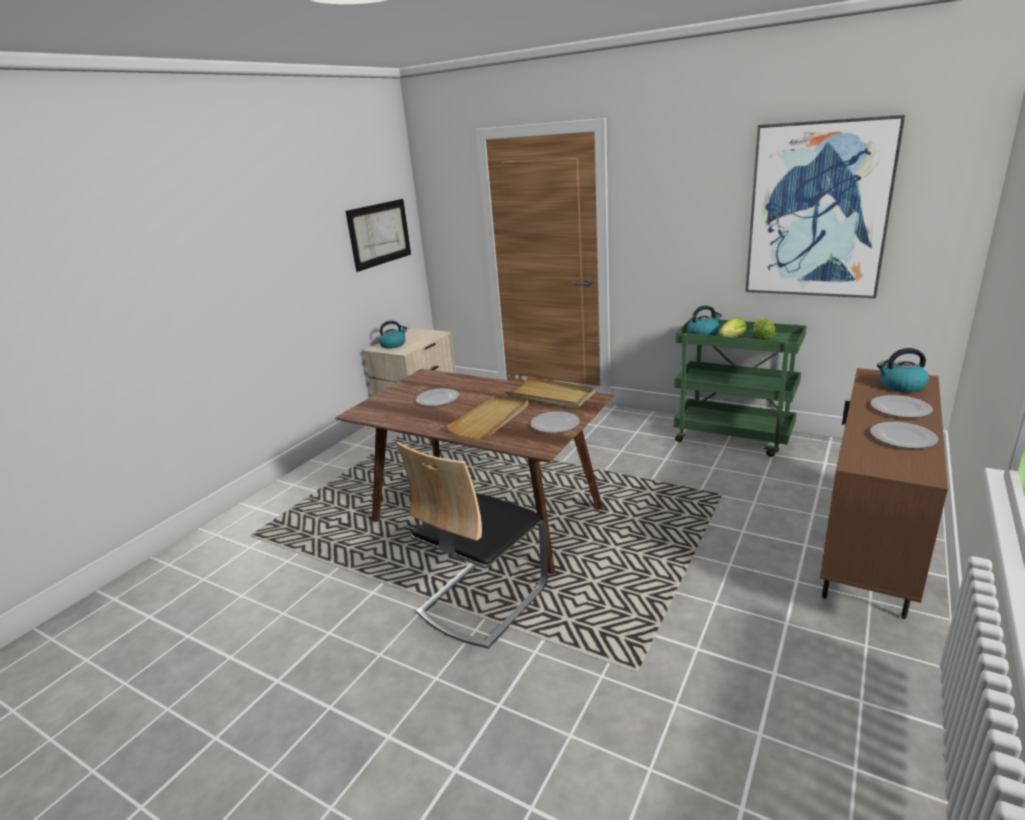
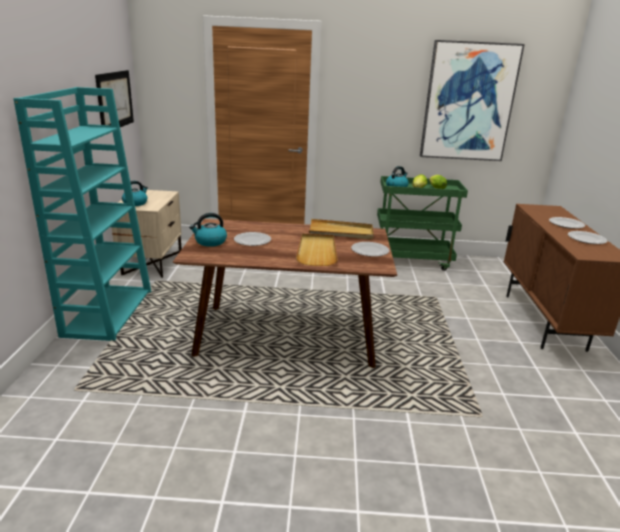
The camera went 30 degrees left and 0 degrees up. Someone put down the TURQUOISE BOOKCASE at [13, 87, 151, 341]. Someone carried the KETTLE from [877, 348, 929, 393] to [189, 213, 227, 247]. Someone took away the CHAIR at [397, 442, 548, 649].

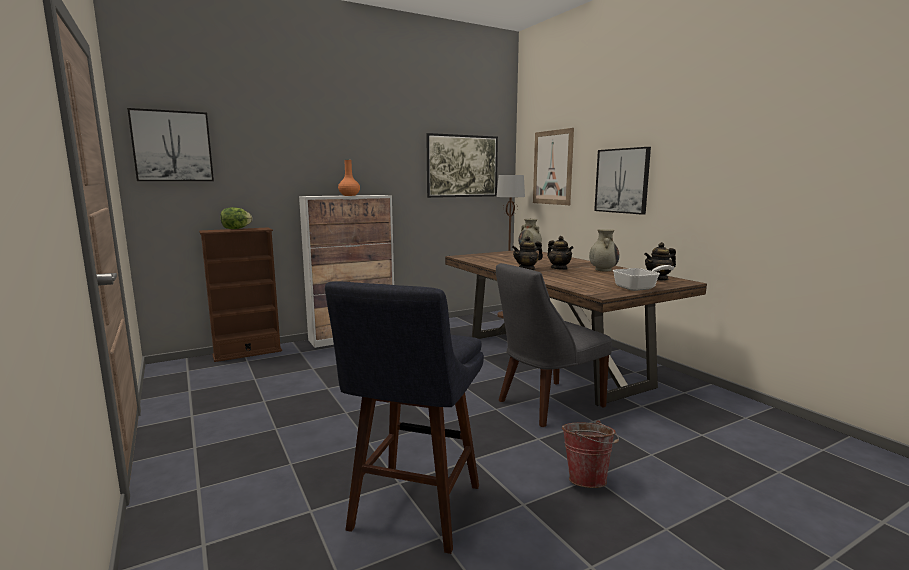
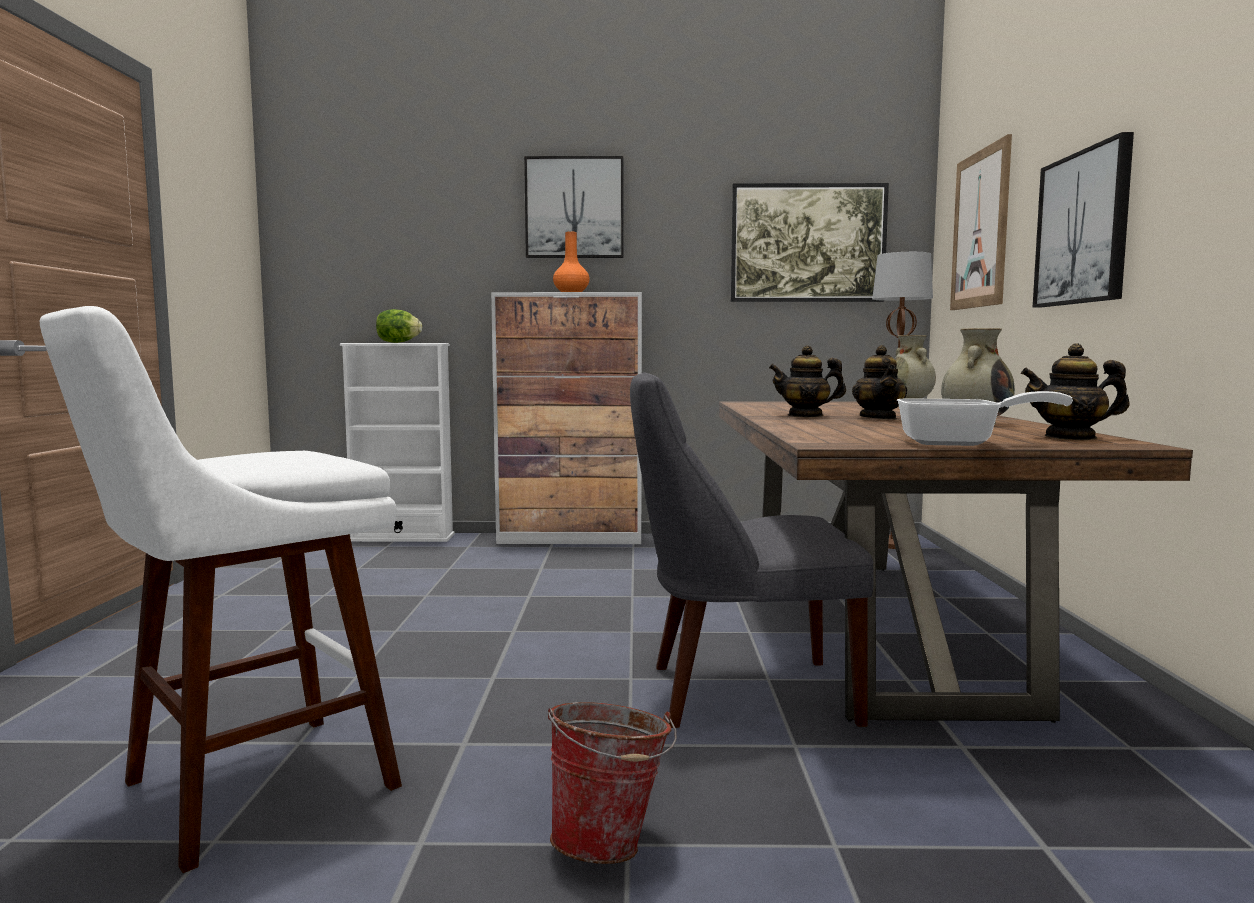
The camera went 30 degrees right and 5 degrees down. Someone repainted the BLUE STOOL at [325, 281, 484, 554], which became the WHITE STOOL at [40, 306, 402, 873]. Someone repainted the BROWN BOOKCASE at [199, 227, 282, 362], which became the WHITE BOOKCASE at [340, 343, 455, 542]. Someone carried the PICTURE from [127, 108, 214, 181] to [524, 156, 623, 258].

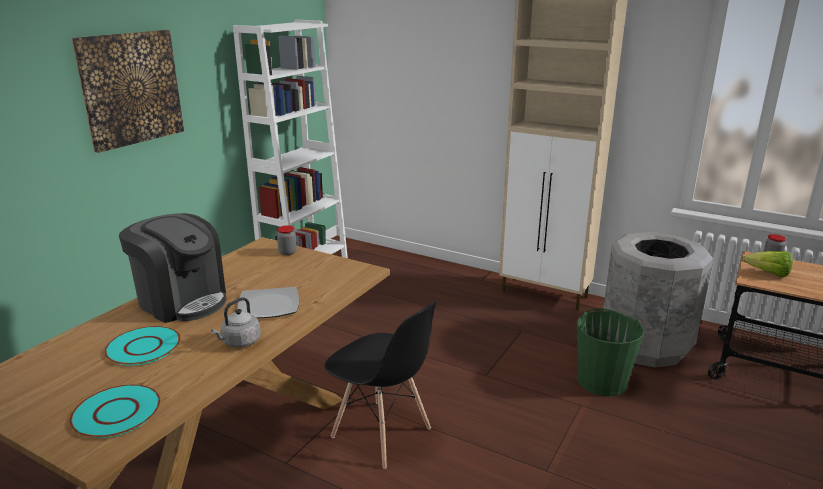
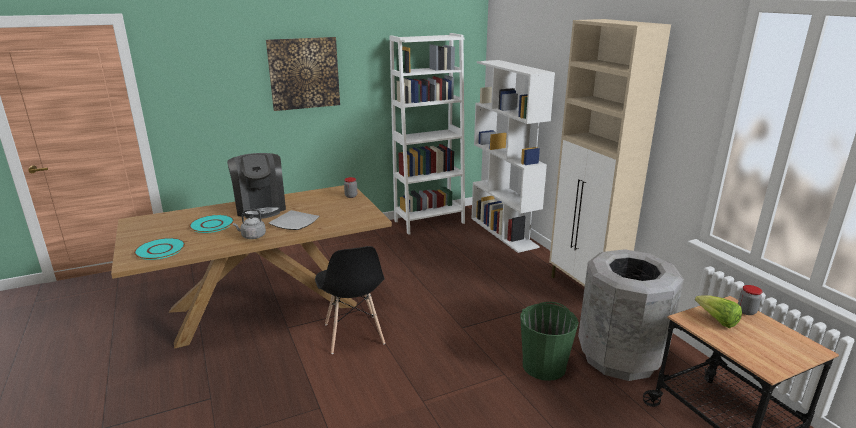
The camera went 35 degrees right and 0 degrees up. Someone put down the WHITE BOOKCASE at [471, 60, 555, 253].

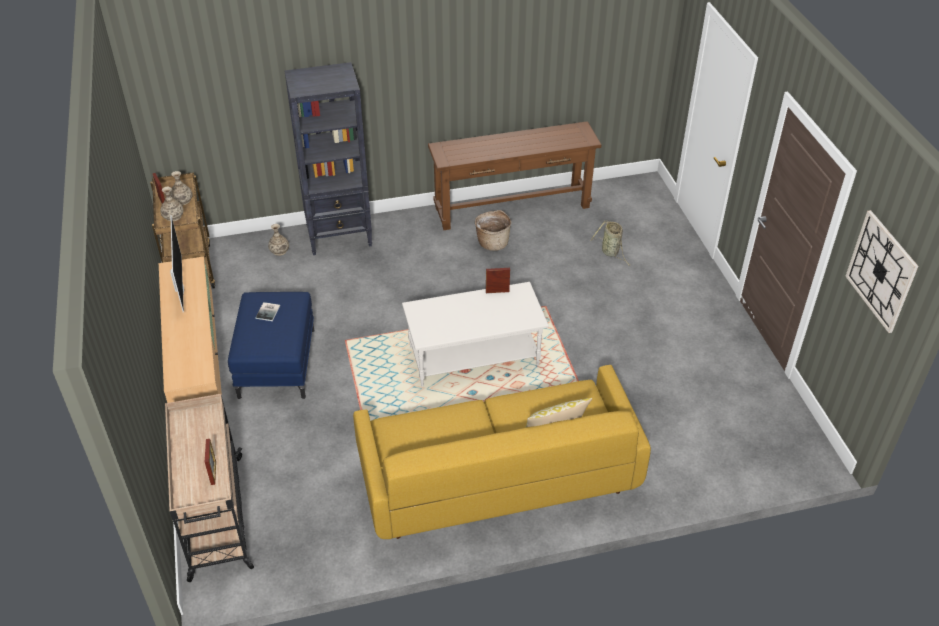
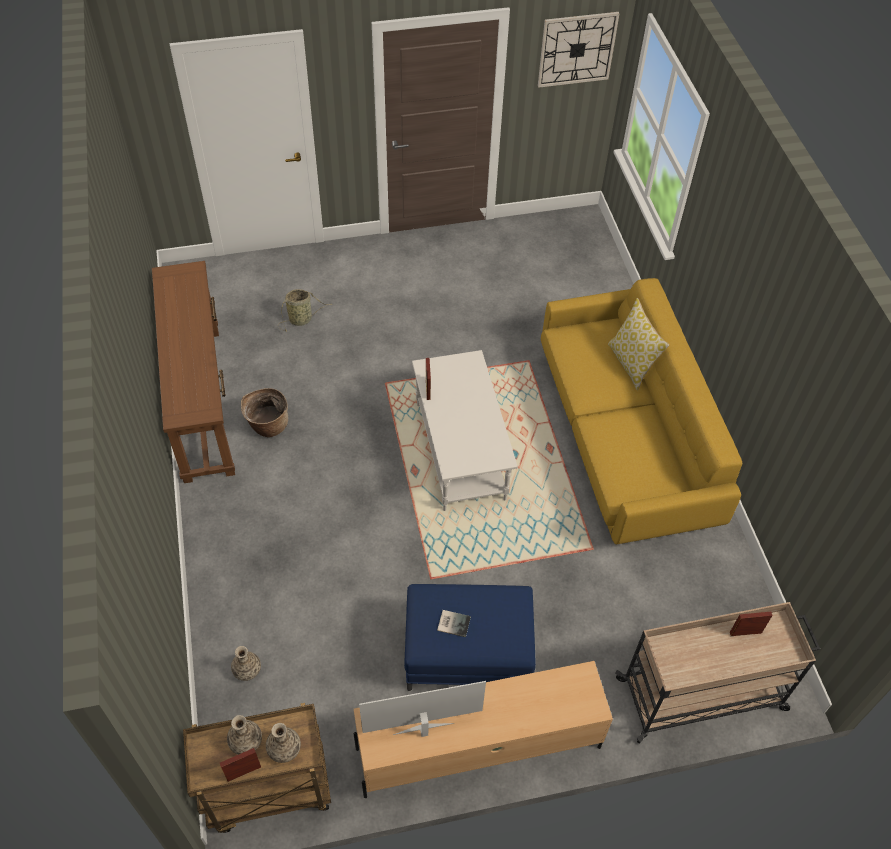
The camera went 90 degrees left and 10 degrees up. Someone took away the BLACK BOOKCASE at [284, 62, 372, 255].

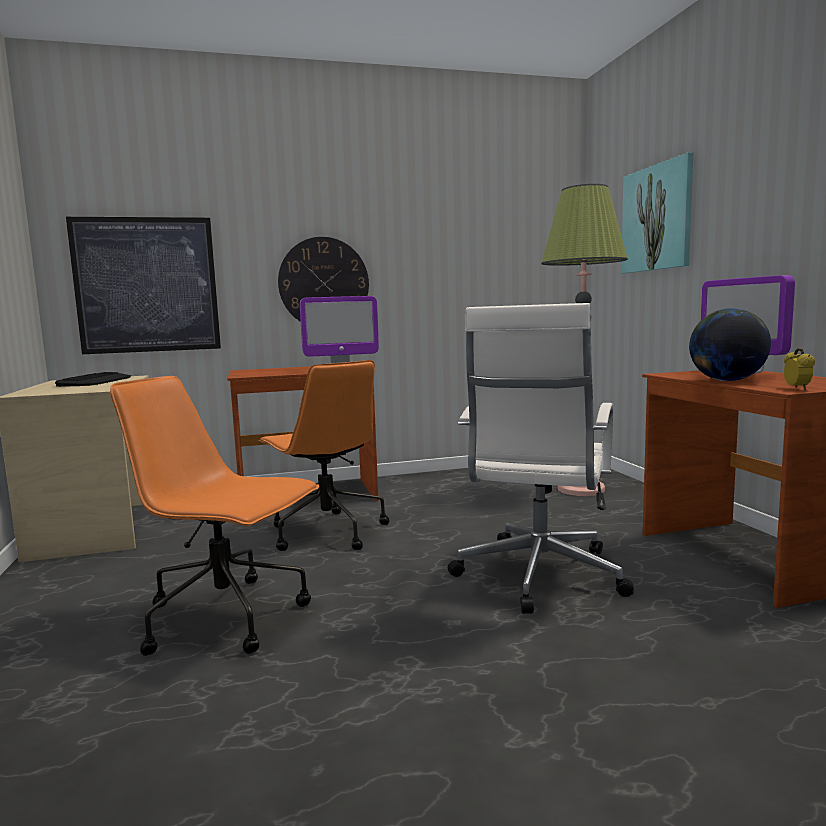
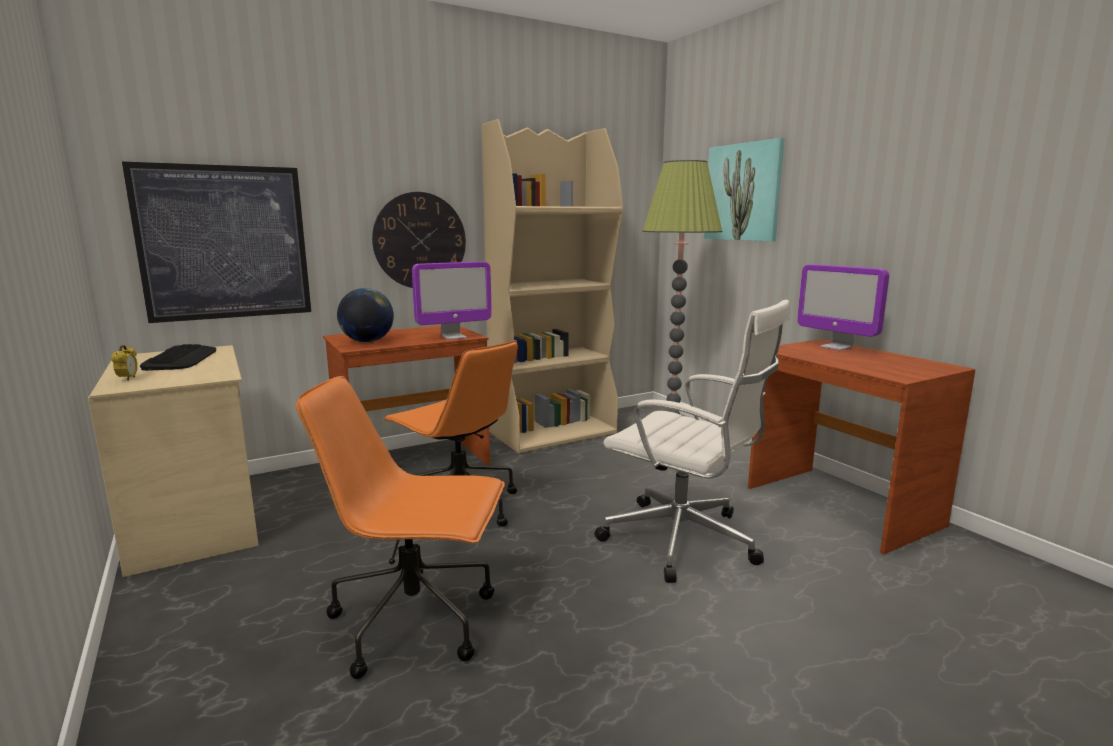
The camera went 15 degrees left and 5 degrees up. Someone carried the ALARM CLOCK from [784, 348, 815, 390] to [111, 345, 138, 381]. Someone carried the GLOBE from [689, 308, 771, 381] to [337, 288, 394, 342]. Someone put down the BEIGE BOOKCASE at [482, 119, 623, 453]. Someone rotated the WHITE OFFICE CHAIR at [448, 303, 634, 614] by 60 degrees counterclockwise.

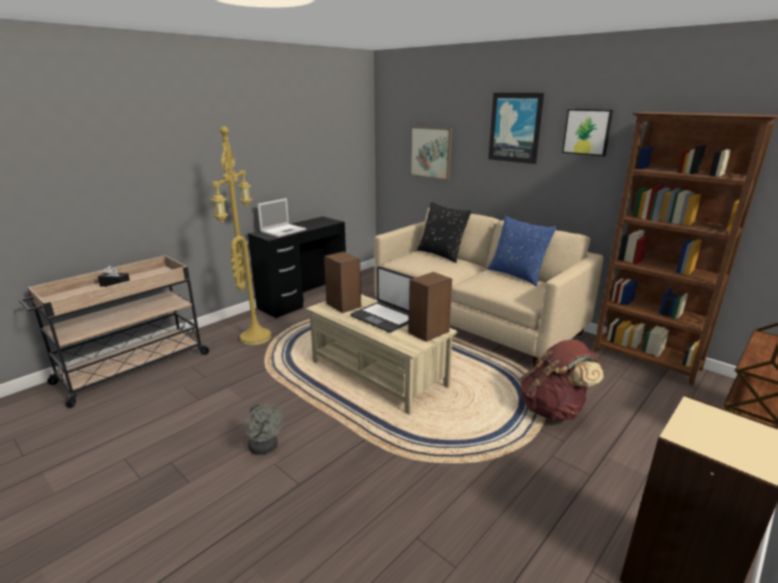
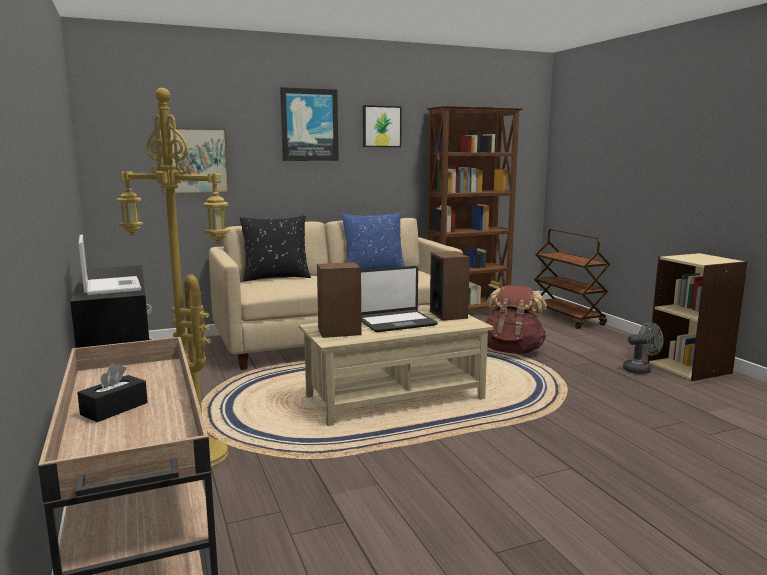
The camera went 65 degrees left and 10 degrees down. Someone carried the GREY FAN from [245, 404, 284, 455] to [623, 322, 663, 374].

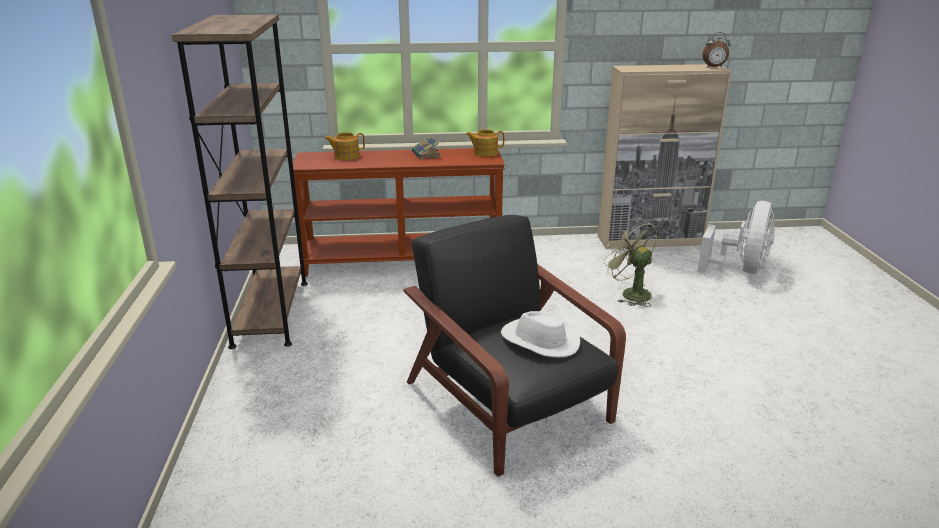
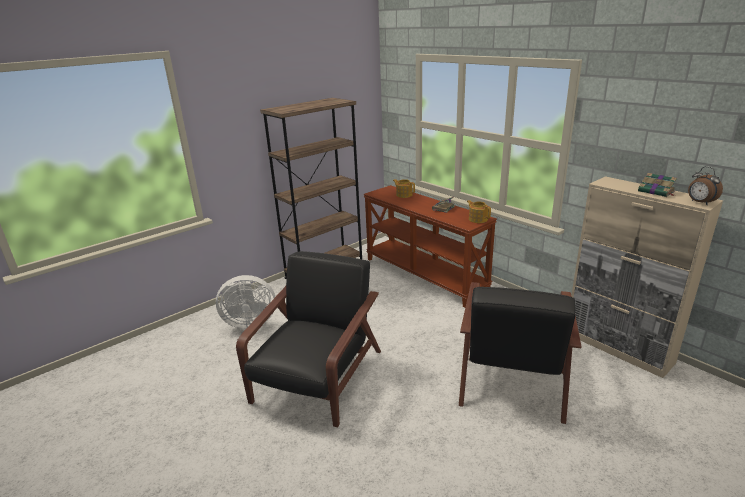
The camera went 55 degrees right and 0 degrees up. Someone carried the WHITE FAN from [697, 201, 775, 274] to [216, 275, 275, 329]. Someone swapped the GREEN FAN at [603, 220, 657, 307] for the BLACK ARMCHAIR at [459, 282, 581, 424]. Someone put down the BOOK at [638, 173, 677, 197]. Someone took away the WHITE HAT at [501, 311, 580, 358].

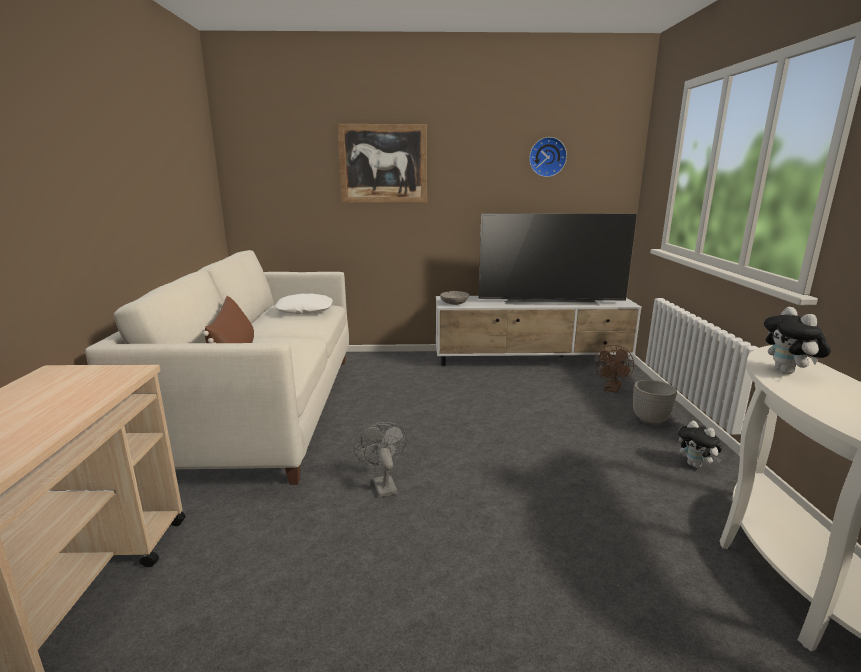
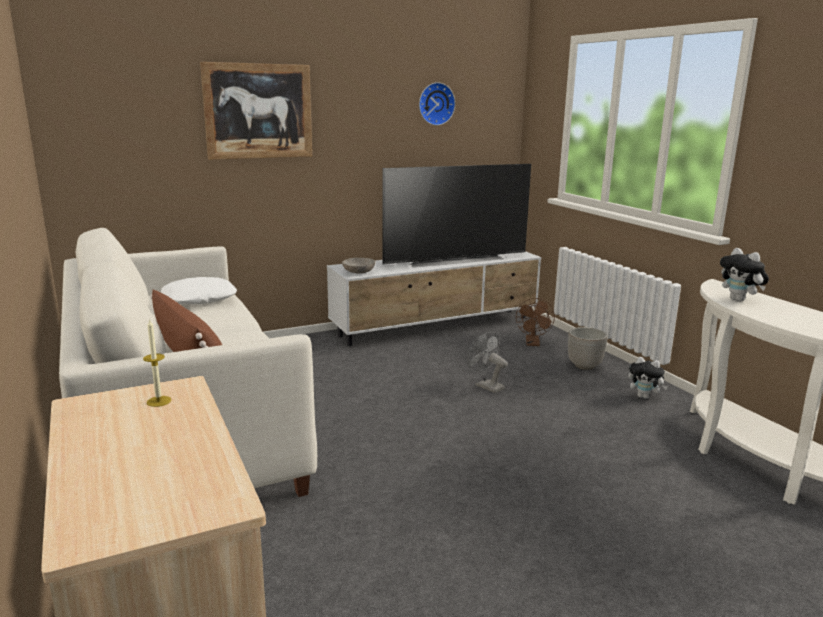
The camera went 25 degrees left and 0 degrees up. Someone put down the CANDLE at [143, 319, 171, 407]. Someone carried the GREY FAN from [354, 422, 407, 497] to [468, 332, 507, 393].

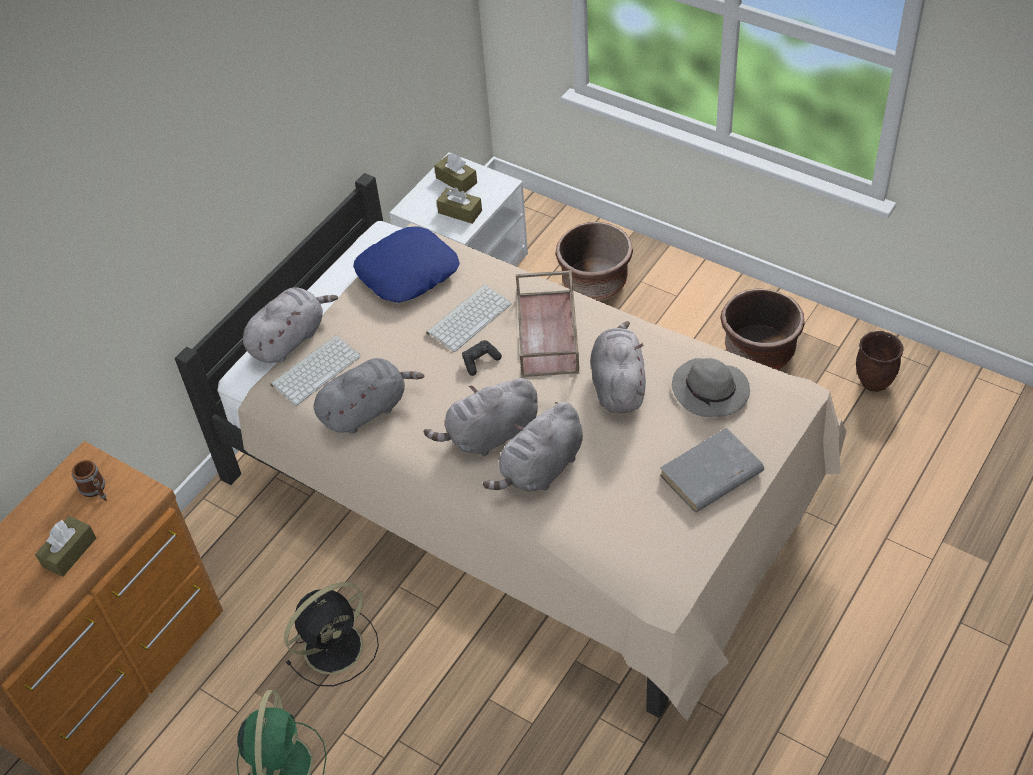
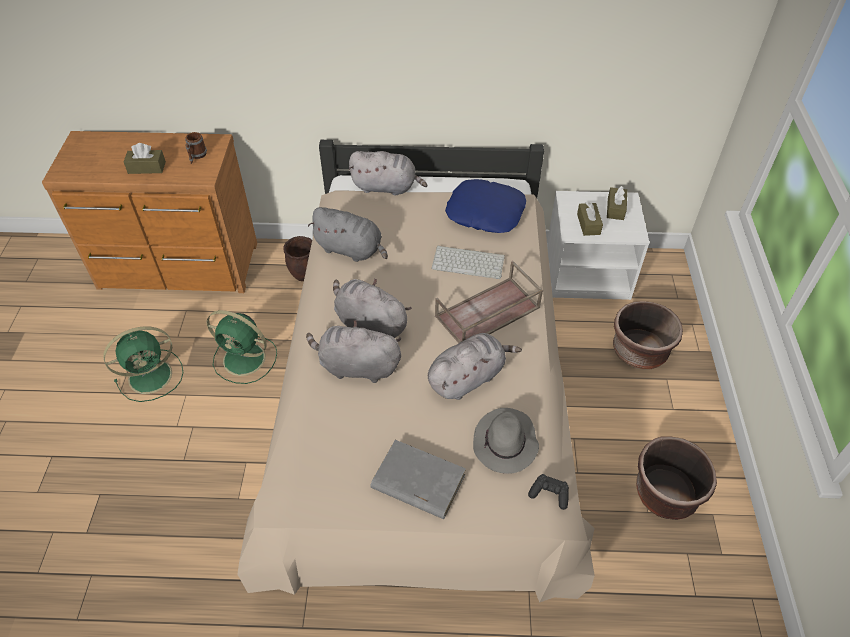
The camera went 55 degrees right and 0 degrees up. Someone repainted the BLACK FAN at [284, 582, 379, 686], which became the GREEN FAN at [207, 310, 277, 384]. Someone carried the BROWN PLANTER from [856, 331, 904, 392] to [284, 236, 312, 281]. Someone carried the BLACK GAME CONTROLLER from [462, 340, 502, 376] to [528, 474, 569, 510]. Someone took away the KEYBOARD at [270, 335, 361, 406].

